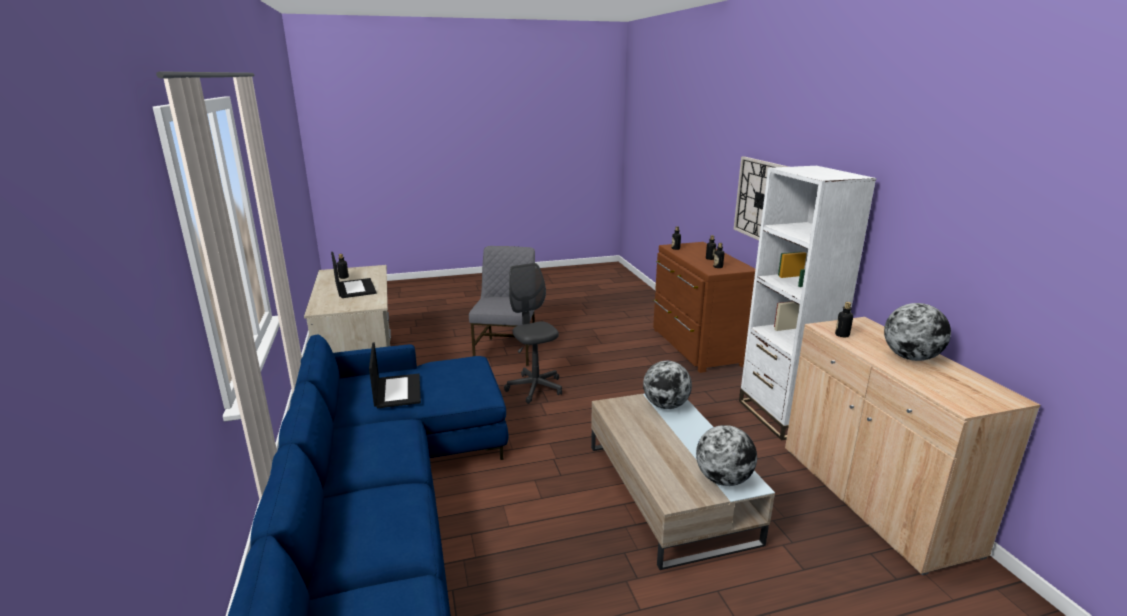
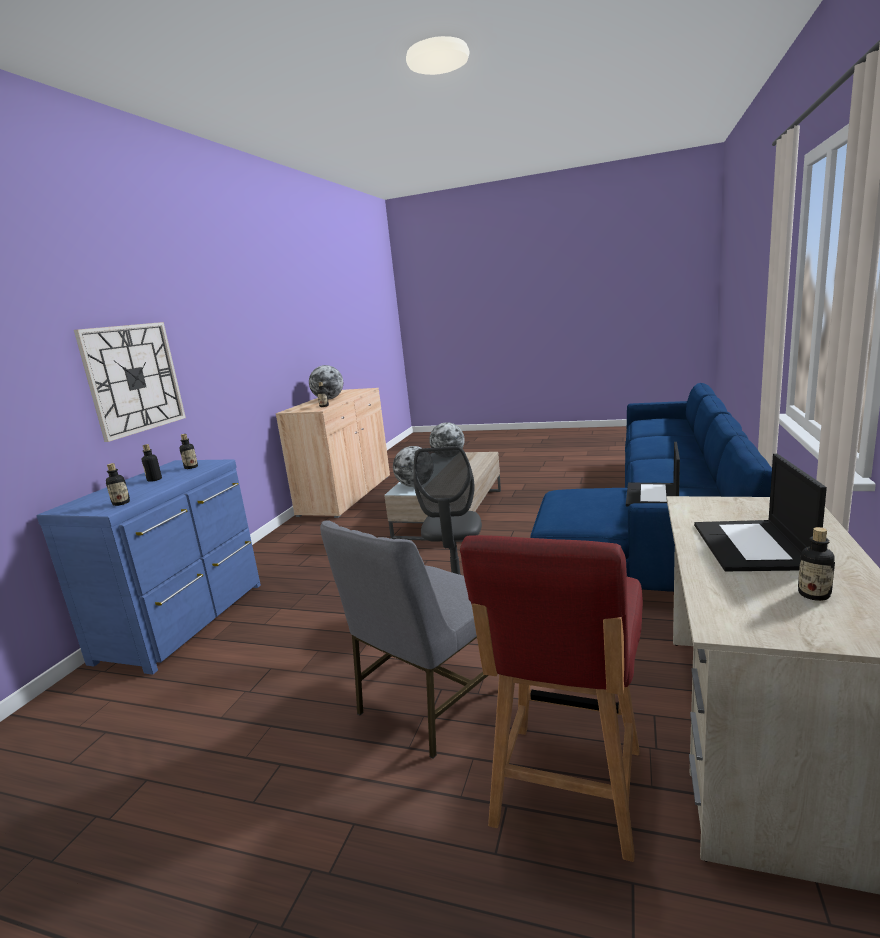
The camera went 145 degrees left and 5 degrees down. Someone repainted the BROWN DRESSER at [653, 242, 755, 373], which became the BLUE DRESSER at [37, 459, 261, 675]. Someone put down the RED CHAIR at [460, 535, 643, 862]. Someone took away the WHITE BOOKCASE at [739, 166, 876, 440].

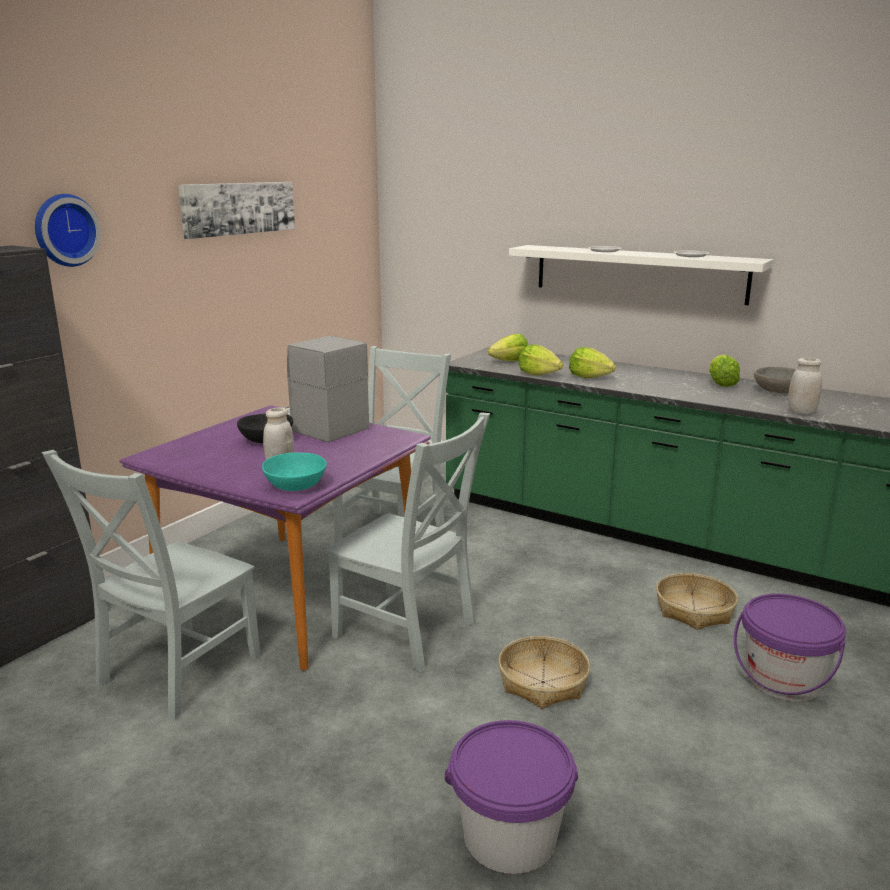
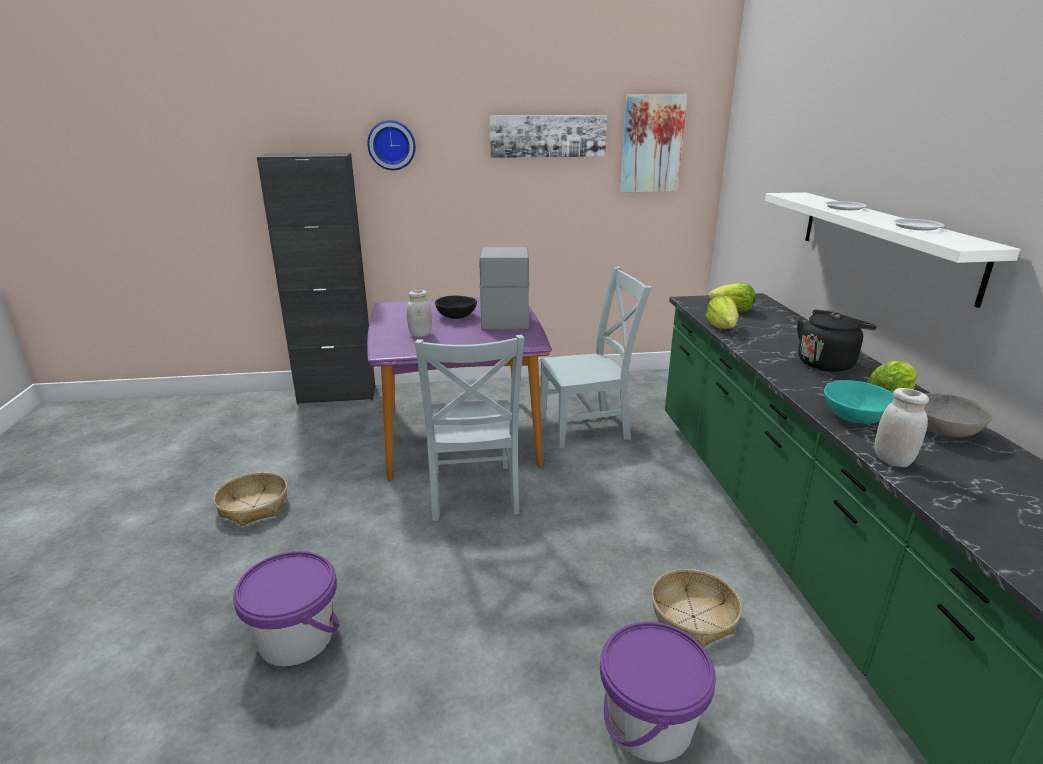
The camera went 50 degrees right and 5 degrees up. Someone carried the BASKET from [499, 636, 590, 709] to [213, 472, 287, 526]. Someone put up the PICTURE at [620, 95, 687, 193]. Someone put down the BLACK KETTLE at [797, 309, 877, 371]. Someone carried the TURQUOISE BOWL from [262, 453, 327, 491] to [824, 380, 895, 424]. Someone took away the GREY CHAIR at [42, 450, 261, 720]. Someone took away the LETTUCE at [569, 347, 616, 378].

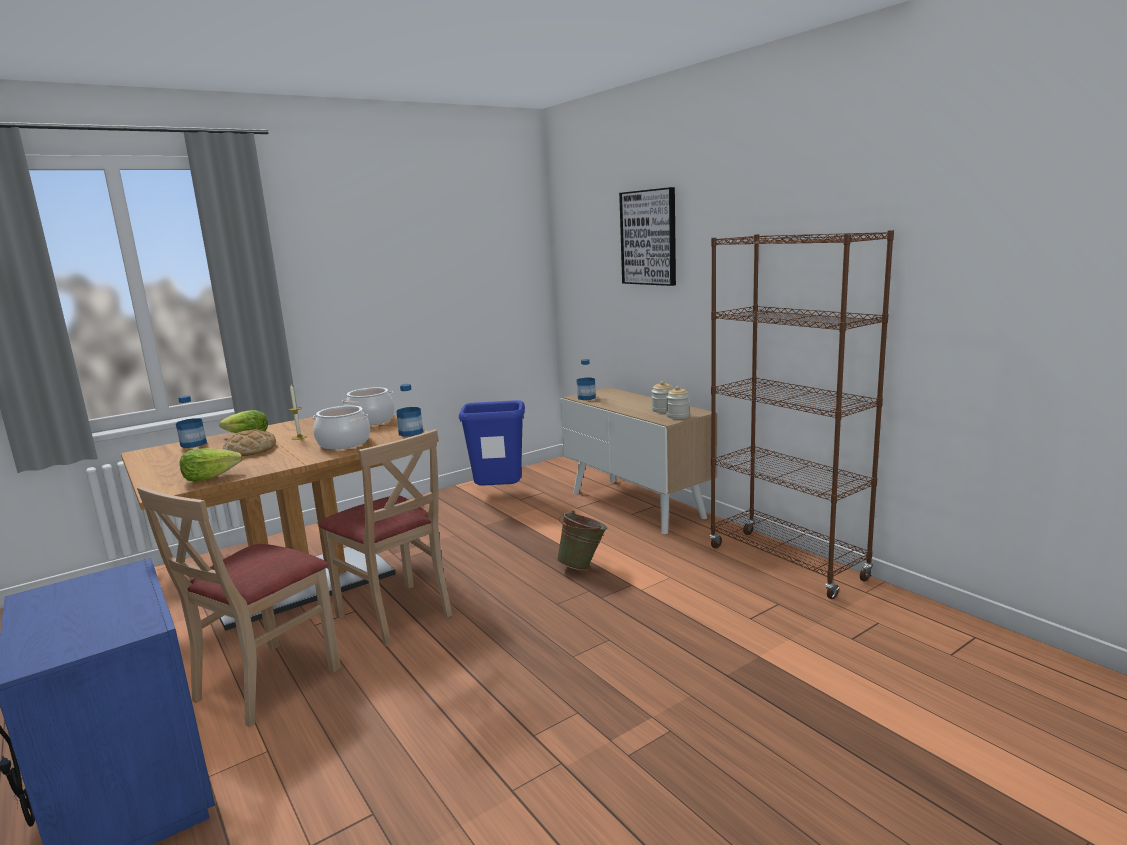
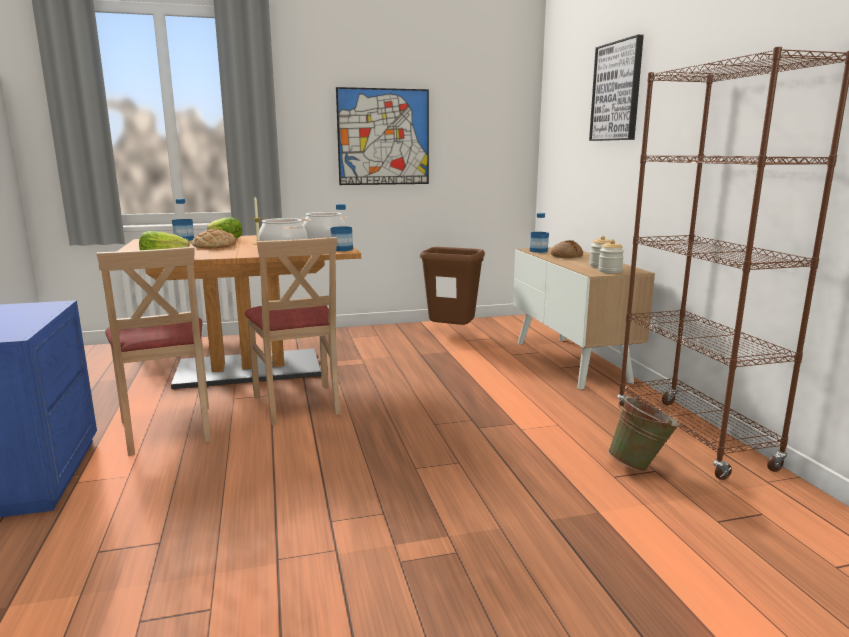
The camera went 20 degrees right and 0 degrees up. Someone rotated the BEIGE CHAIR at [137, 486, 341, 727] by 75 degrees counterclockwise. Someone put up the PICTURE at [336, 87, 429, 185]. Someone repainted the BLUE TRASH CAN at [459, 400, 525, 486], which became the BROWN TRASH CAN at [420, 247, 485, 325]. Someone put down the BREAD at [551, 240, 583, 258]. Someone carried the GREEN BUCKET from [557, 510, 607, 570] to [608, 396, 680, 472].

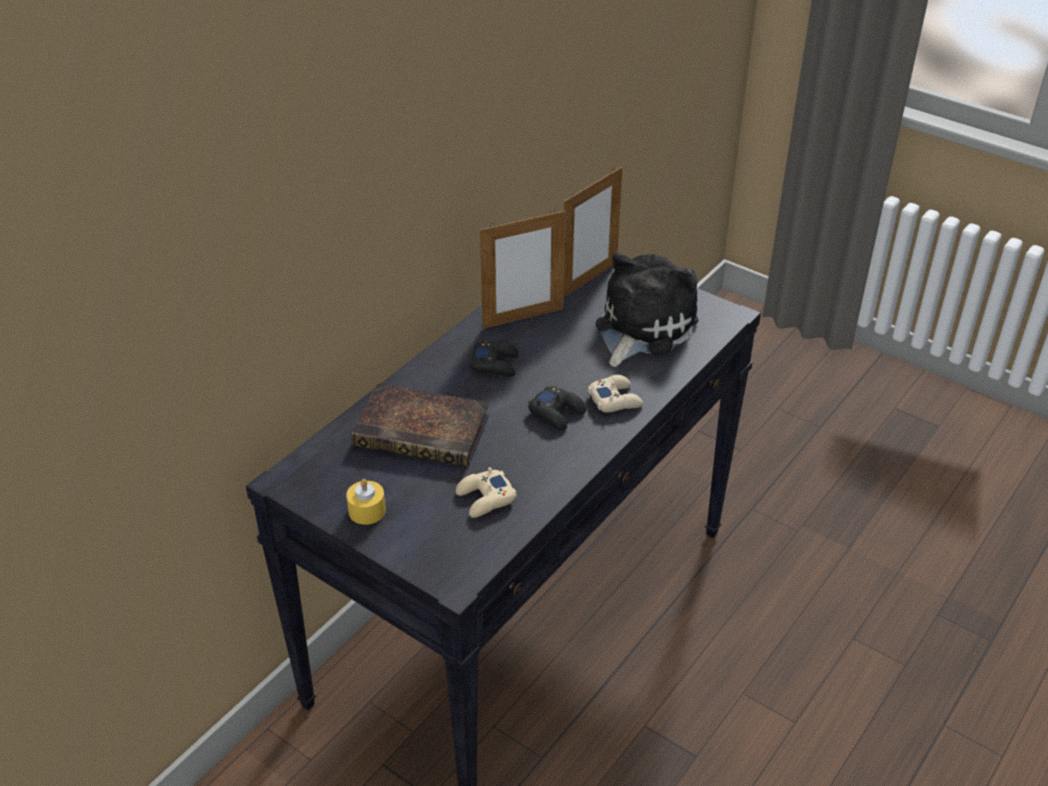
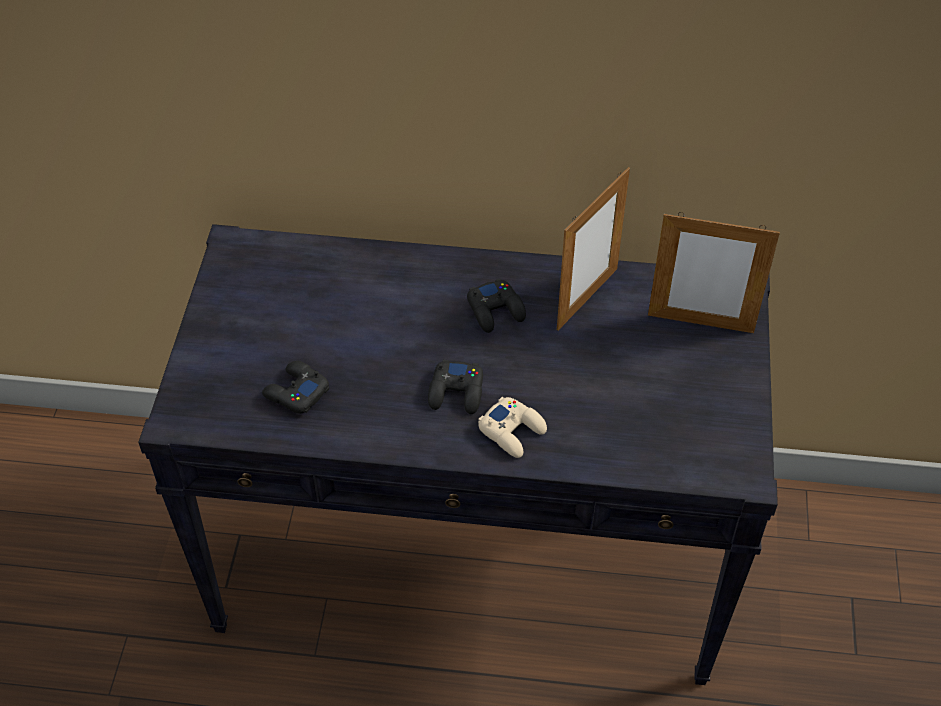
The camera went 60 degrees right and 10 degrees up. Someone repainted the BEIGE GAME CONTROLLER at [456, 467, 516, 518], which became the BLACK GAME CONTROLLER at [262, 361, 329, 414]. Someone rotated the PICTURE FRAME at [480, 209, 566, 329] by 90 degrees counterclockwise. Someone took away the YELLOW CANDLE at [346, 479, 386, 525]. Someone took away the BOOK at [351, 383, 489, 467]. Someone took away the PLUSH TOY at [596, 253, 698, 367].

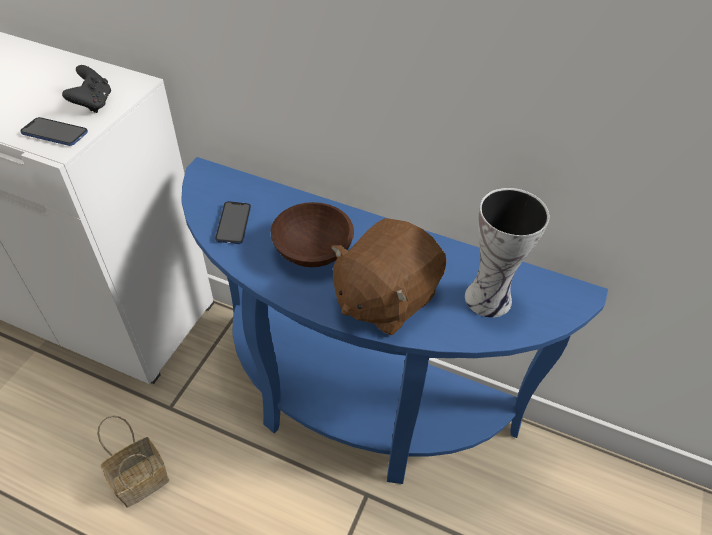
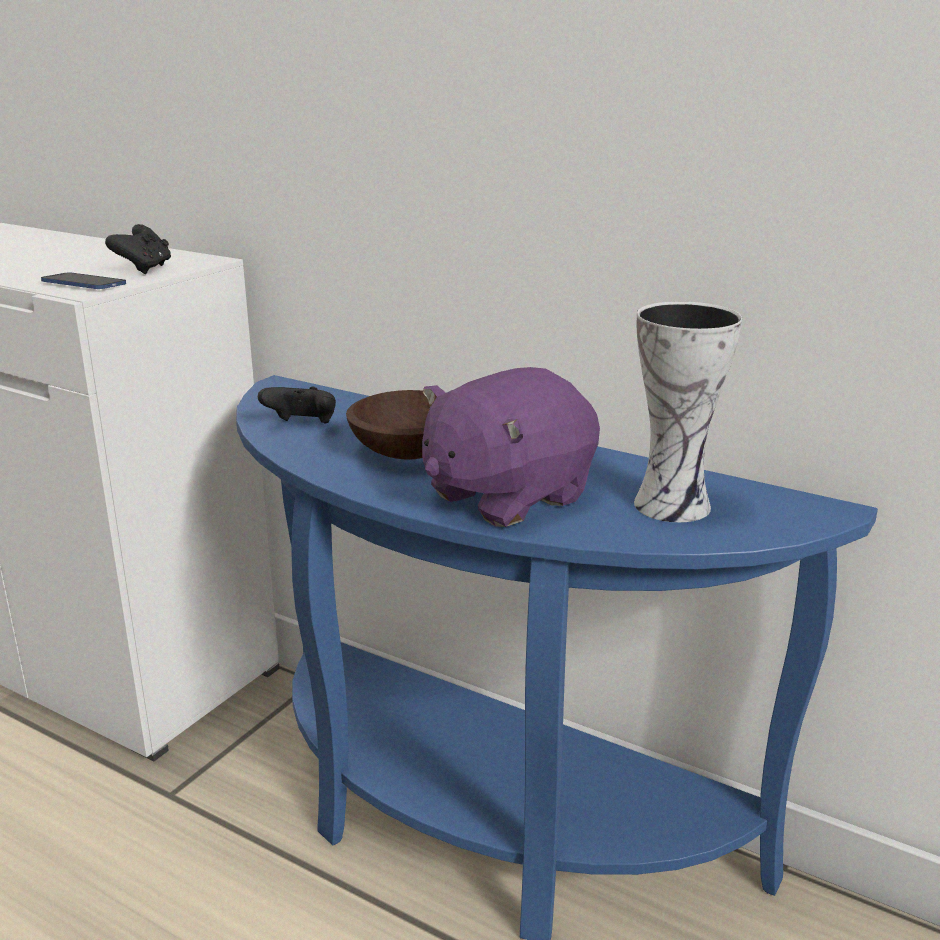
The camera went 10 degrees right and 25 degrees down. Someone swapped the PHONE at [215, 201, 251, 244] for the BLACK GAME CONTROLLER at [258, 387, 336, 424]. Someone repainted the BROWN PLUSH TOY at [331, 218, 447, 335], which became the PURPLE PLUSH TOY at [422, 367, 600, 527]. Someone took away the BASKET at [97, 416, 169, 508].

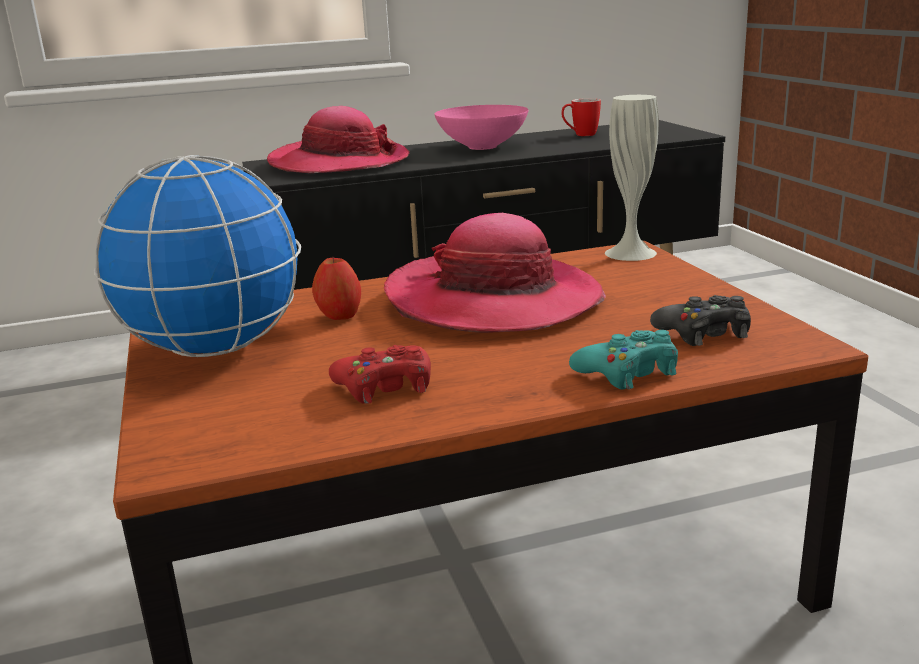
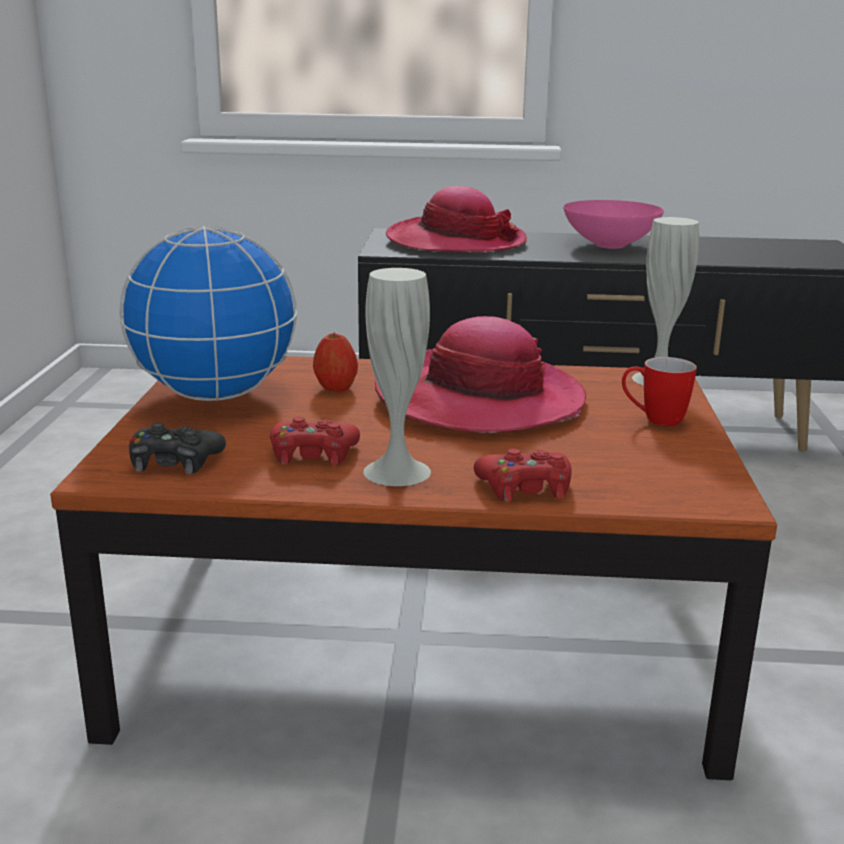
The camera went 20 degrees right and 0 degrees up. Someone carried the BLACK GAME CONTROLLER from [650, 295, 751, 346] to [129, 423, 226, 474]. Someone put down the WHITE VASE at [363, 268, 431, 486]. Someone repainted the TURQUOISE GAME CONTROLLER at [569, 330, 678, 390], which became the RED GAME CONTROLLER at [474, 449, 572, 501]. Someone carried the MUG from [561, 98, 601, 136] to [622, 357, 697, 426].

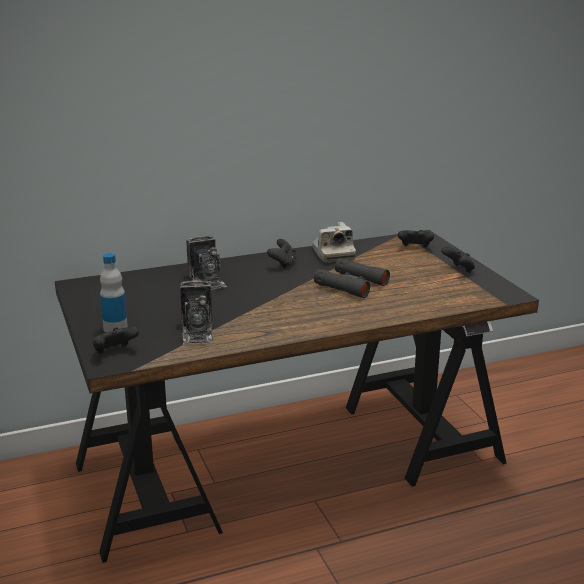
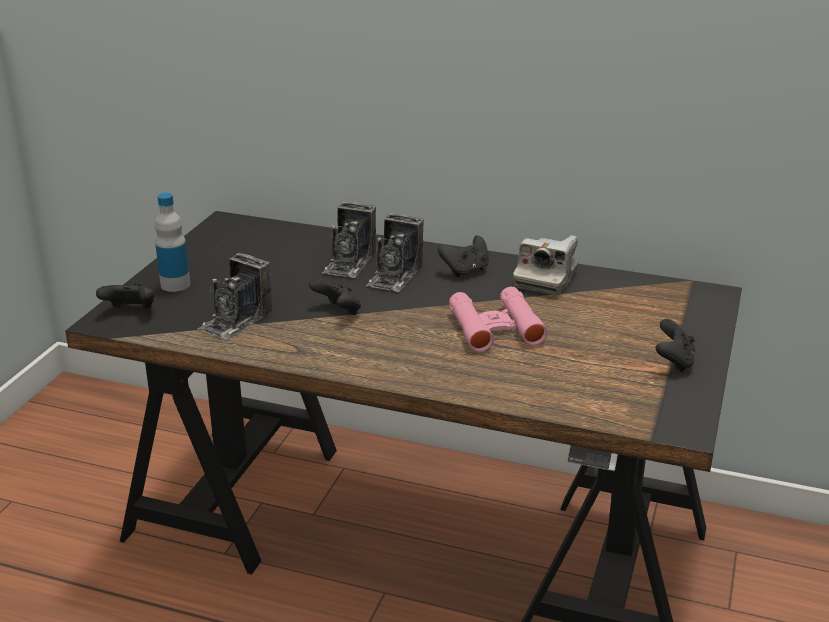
The camera went 40 degrees right and 5 degrees up. Someone carried the BLACK GAME CONTROLLER from [398, 230, 434, 247] to [309, 279, 361, 315]. Someone put down the PHOTO CAMERA at [366, 213, 424, 292]. Someone repainted the BLACK BINOCULARS at [314, 258, 390, 298], which became the PINK BINOCULARS at [449, 287, 548, 352].

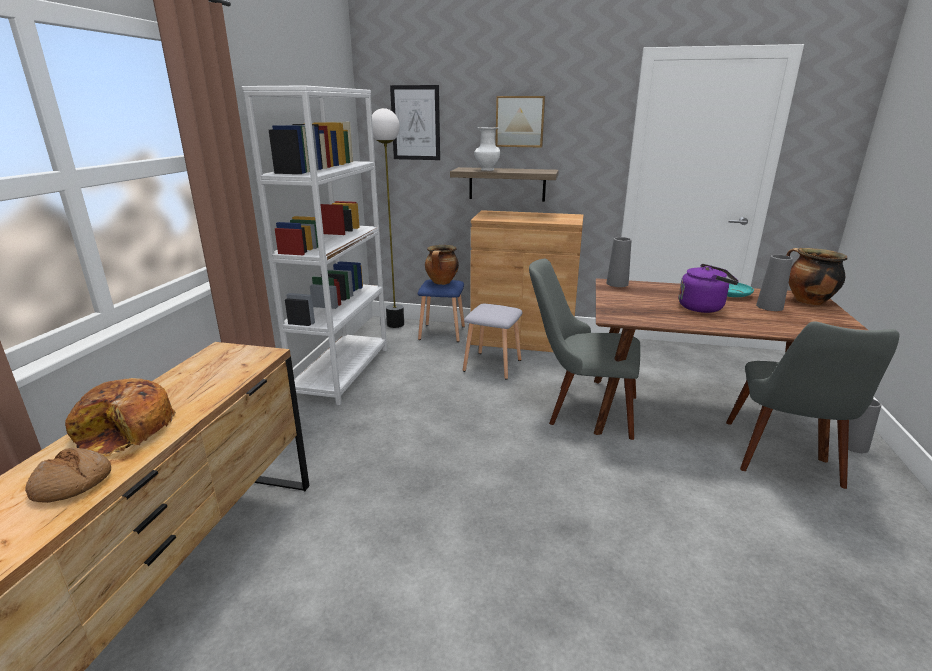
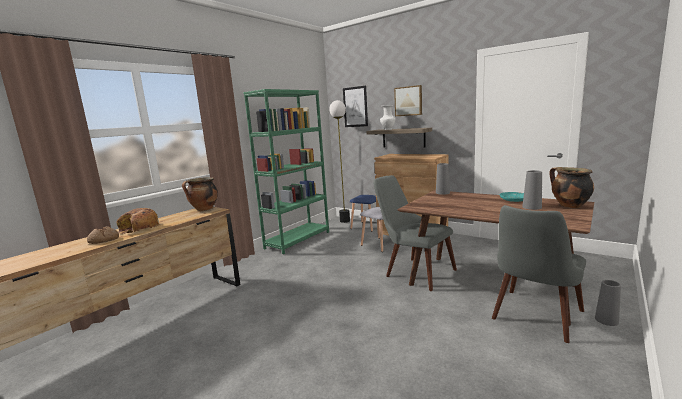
The camera went 25 degrees right and 10 degrees down. Someone carried the COOKING POT from [425, 245, 459, 285] to [182, 177, 218, 211]. Someone repainted the WHITE BOOKCASE at [242, 86, 387, 406], which became the GREEN BOOKCASE at [243, 89, 329, 254]. Someone took away the PURPLE KETTLE at [679, 264, 739, 313].

